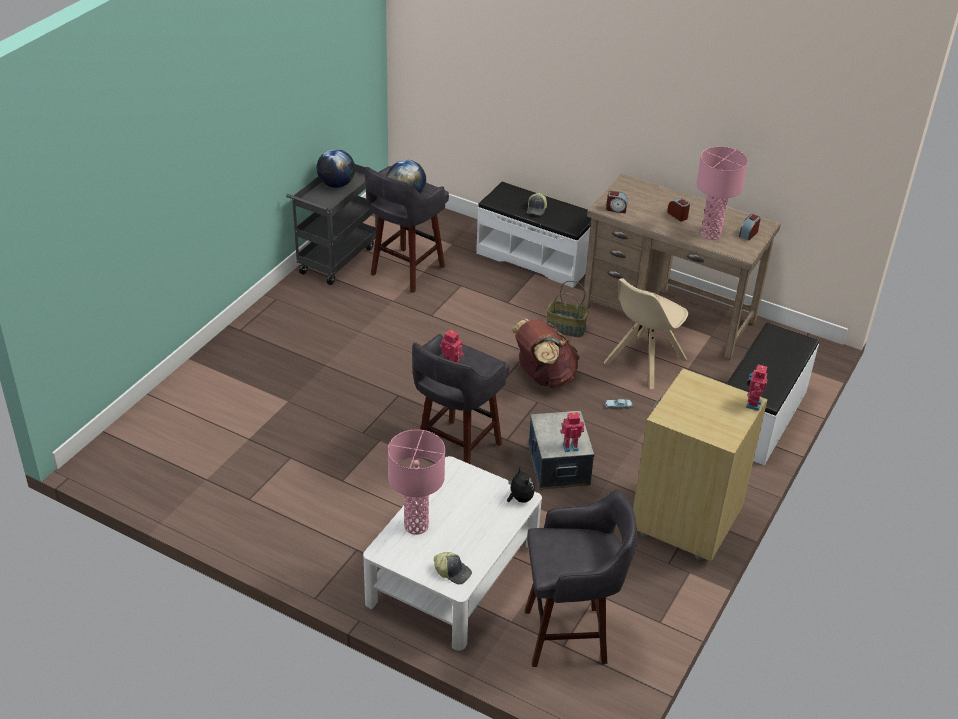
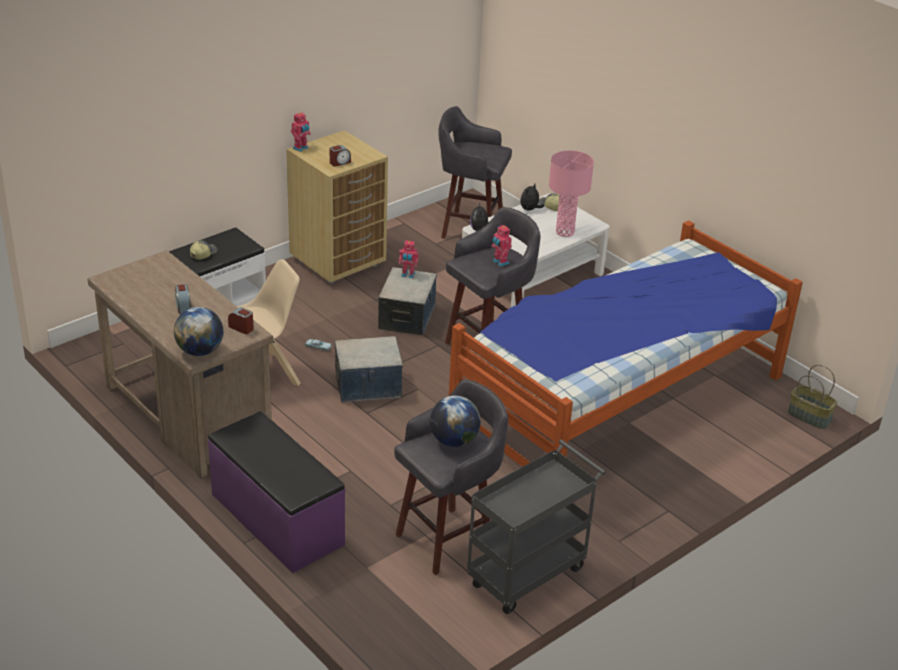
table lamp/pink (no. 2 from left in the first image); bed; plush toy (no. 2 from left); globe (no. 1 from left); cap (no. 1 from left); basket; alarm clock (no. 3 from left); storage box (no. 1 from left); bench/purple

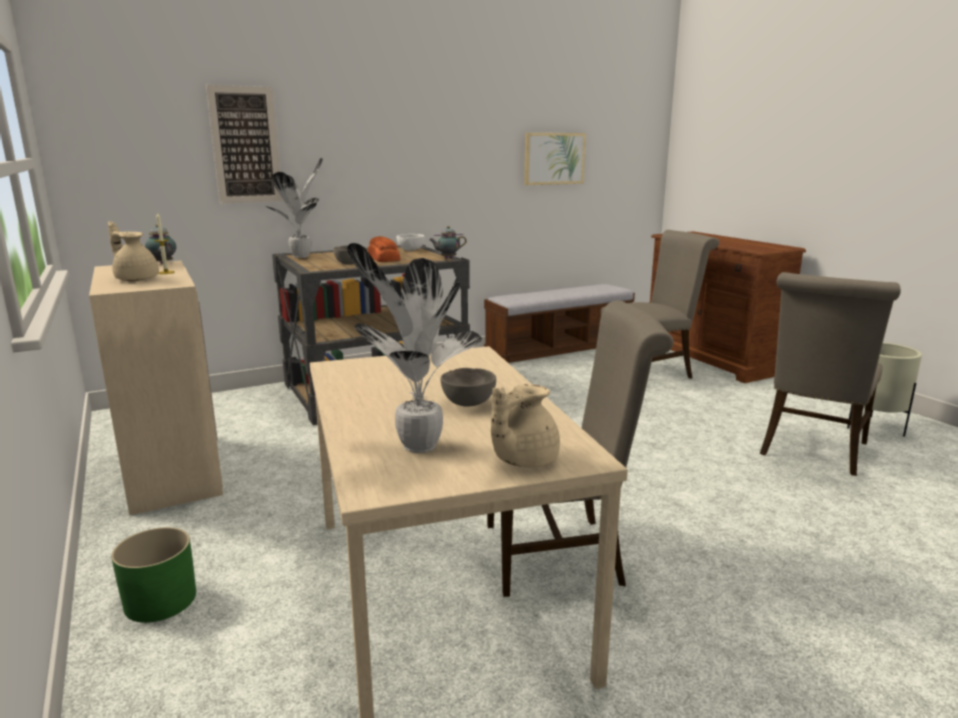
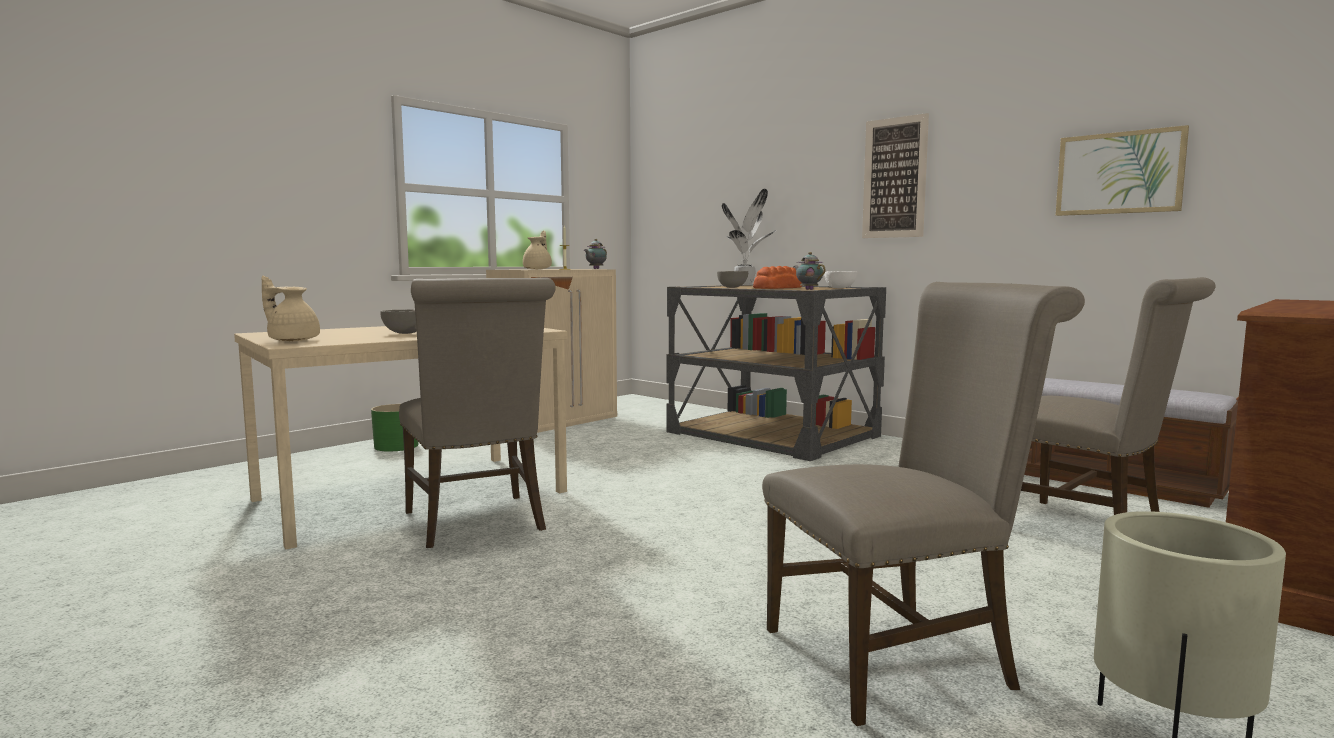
potted plant (no. 2 from left in the first image); picture (no. 1 from left); chair/beige (no. 2 from left)

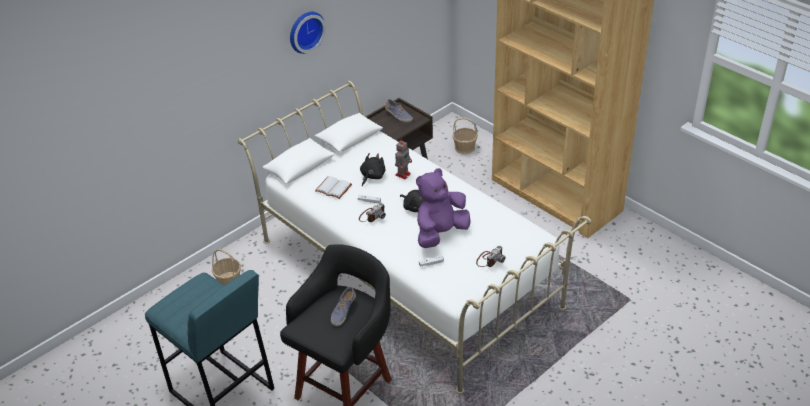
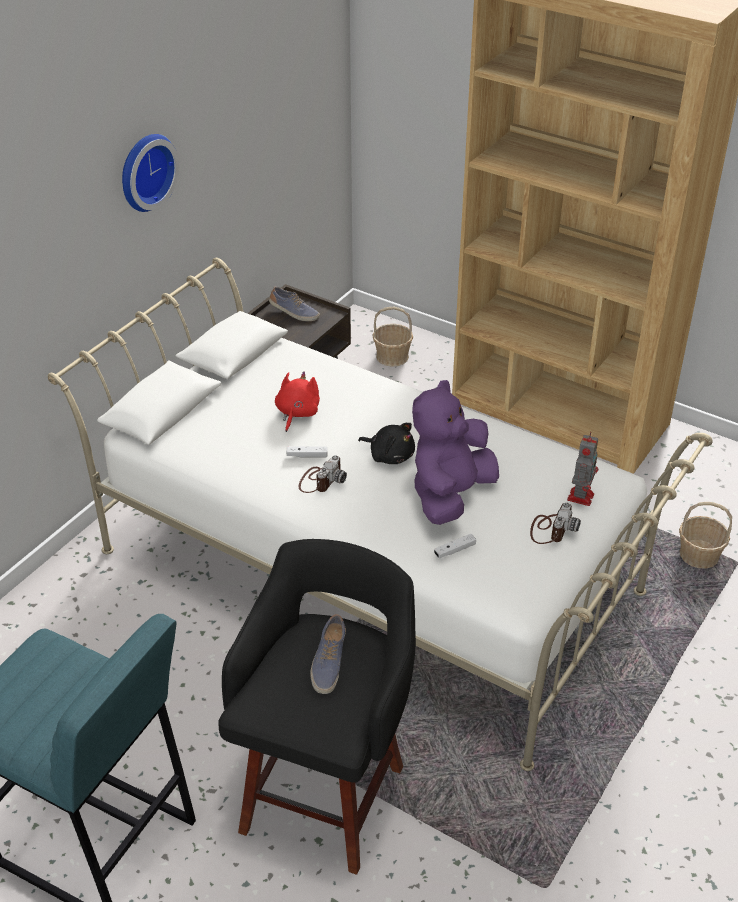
book/white; basket (no. 2 from left); toy robot; plush toy/red

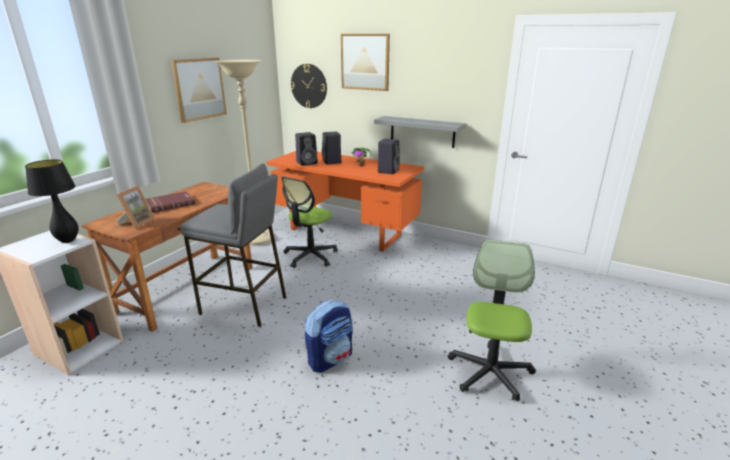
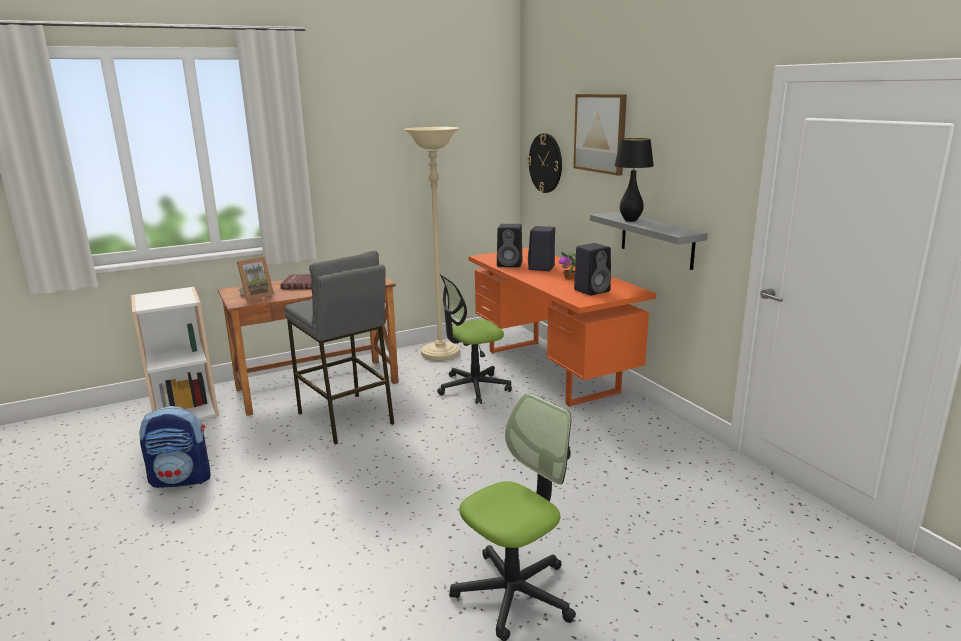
picture (no. 1 from left in the first image); table lamp/black; backpack

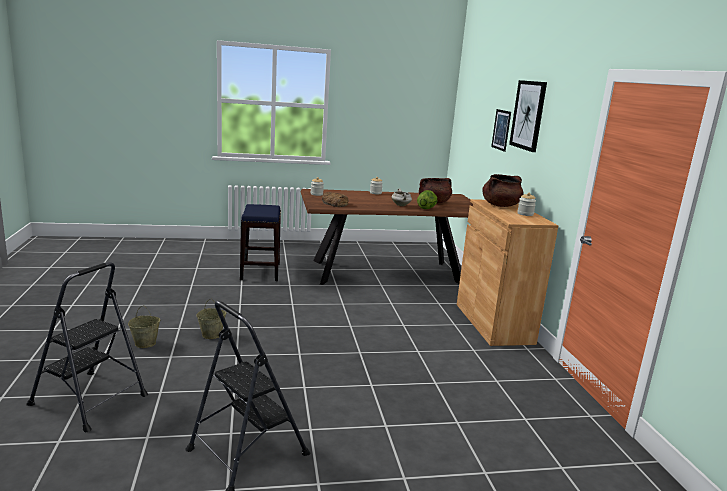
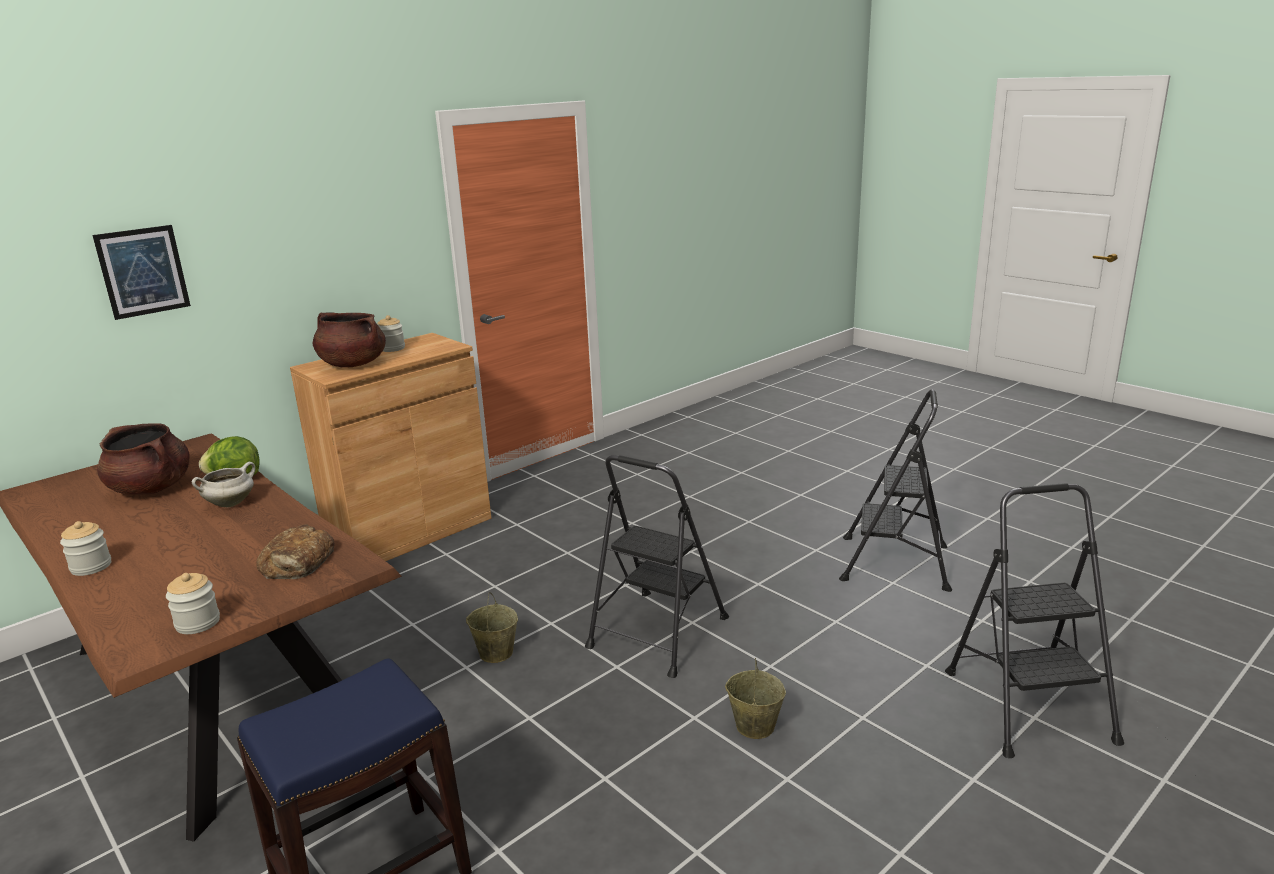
picture (no. 2 from left in the first image); step ladder/black (no. 1 from left); bucket/beige (no. 1 from left)

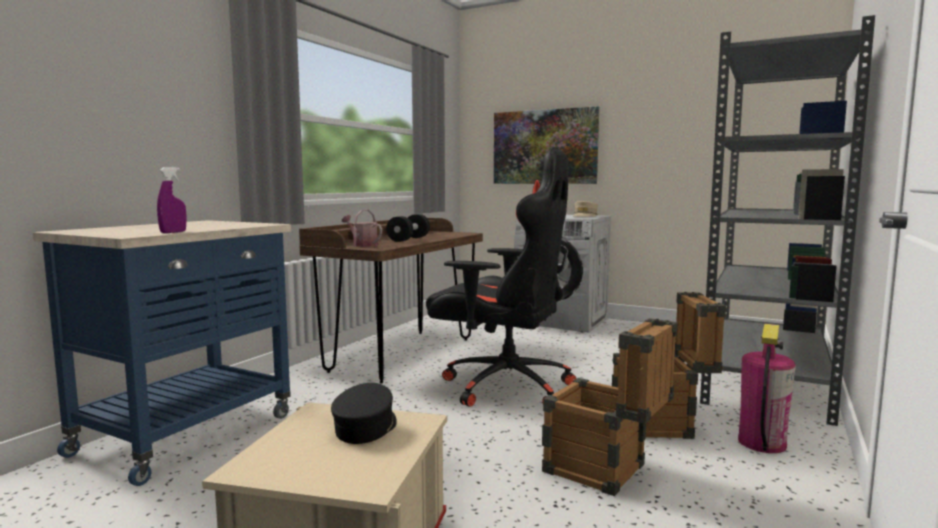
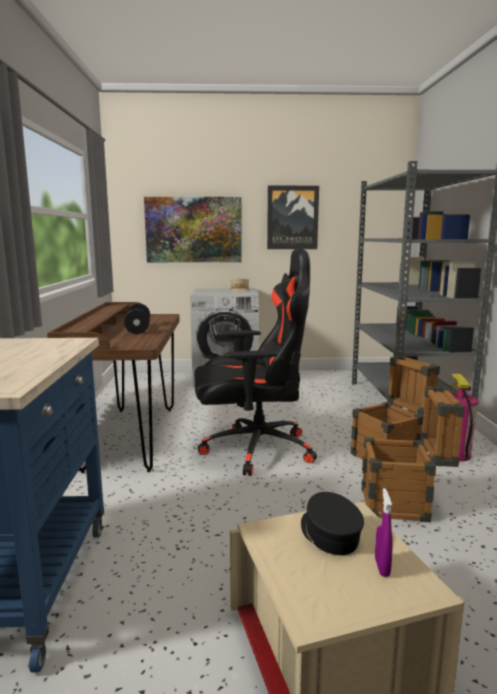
watering can; picture (no. 2 from left); spray bottle/purple

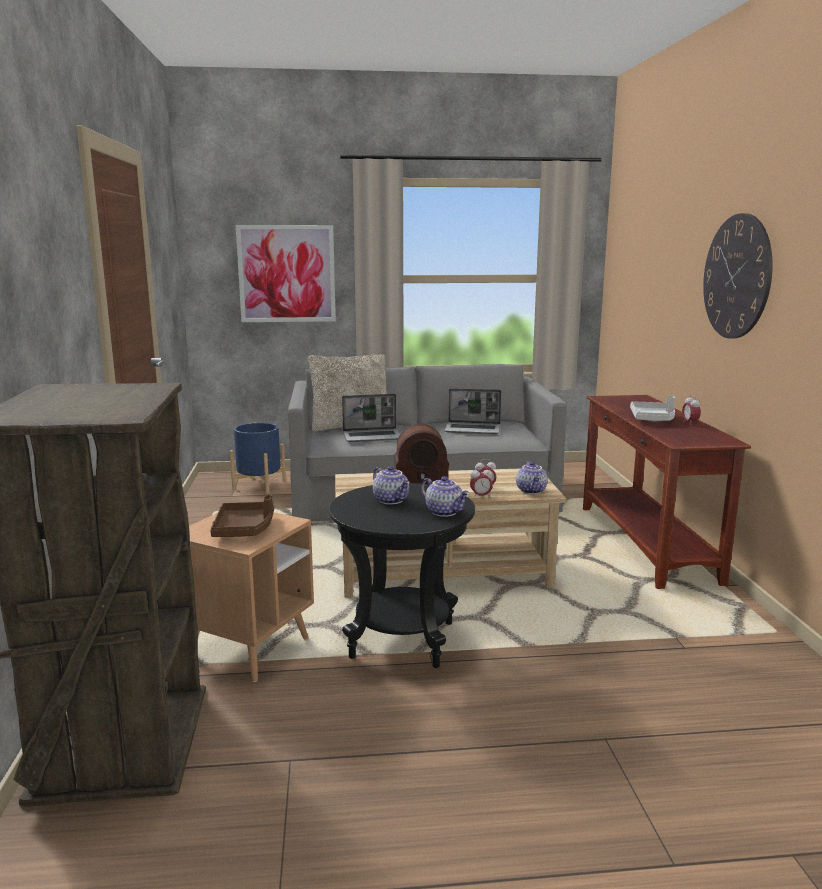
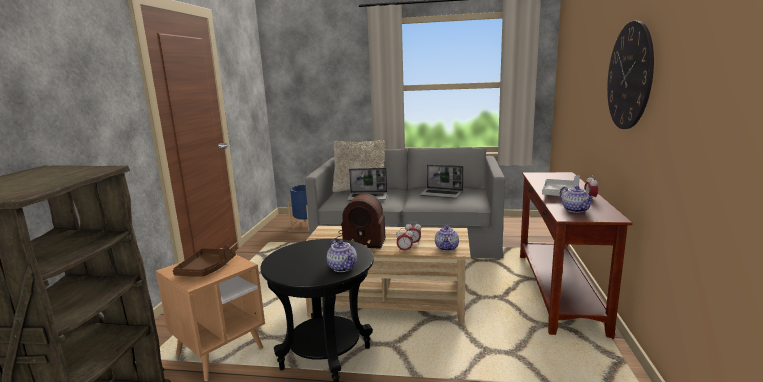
picture; teapot (no. 3 from left)

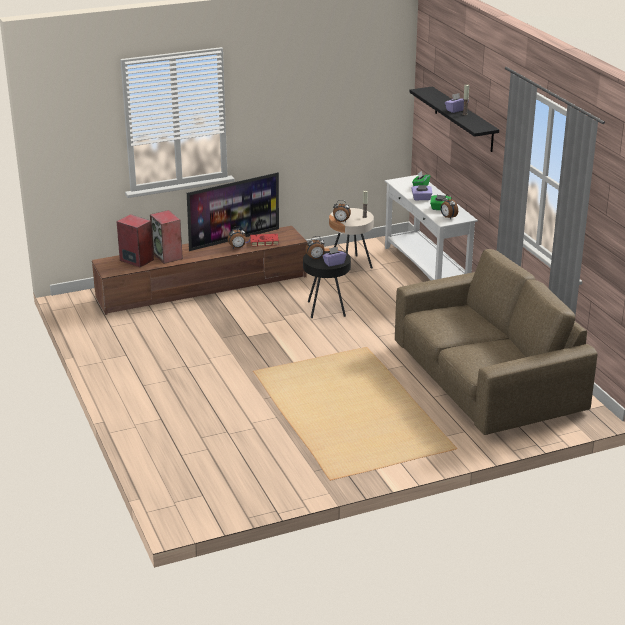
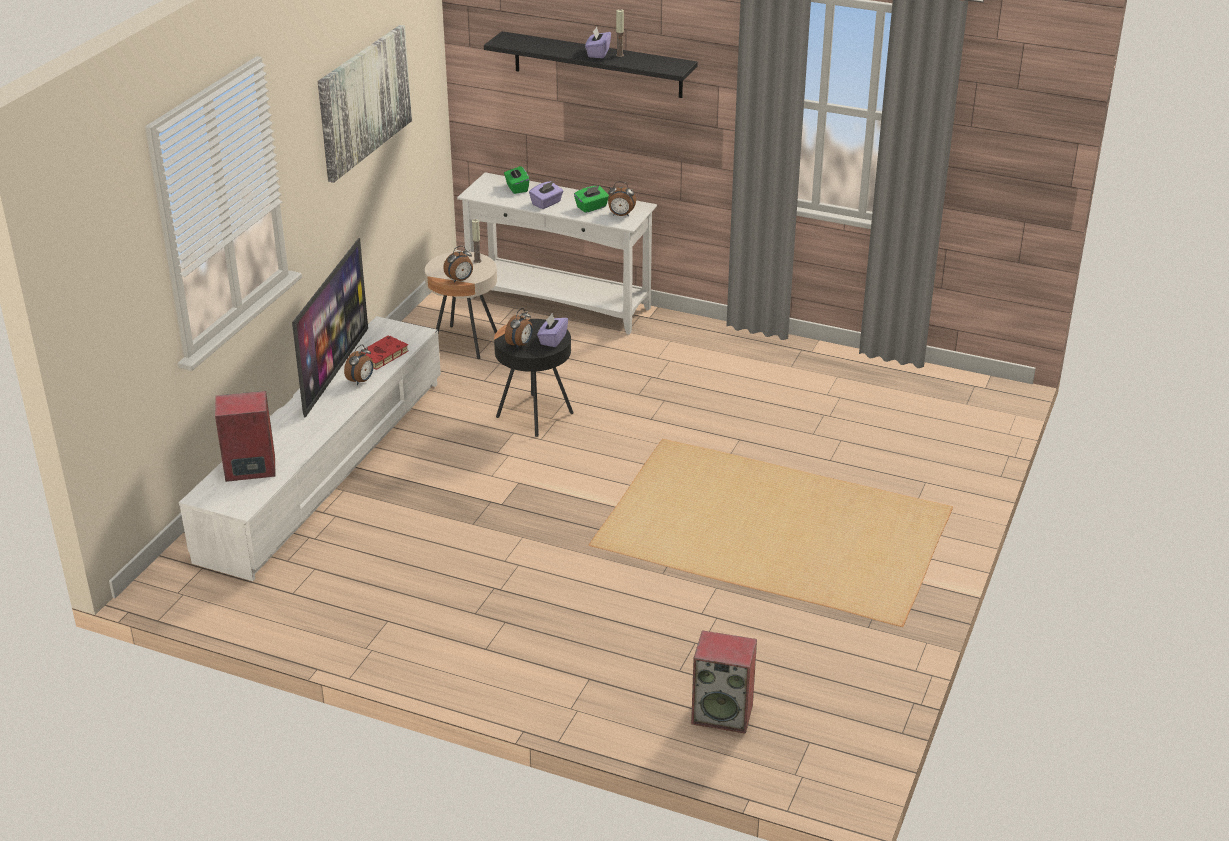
sofa/brown; picture; speaker (no. 2 from left); tv stand/white

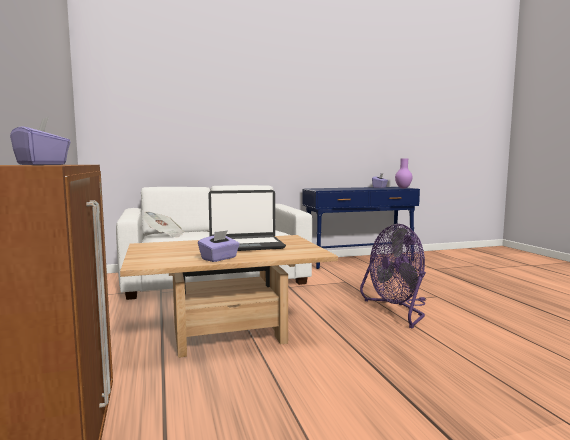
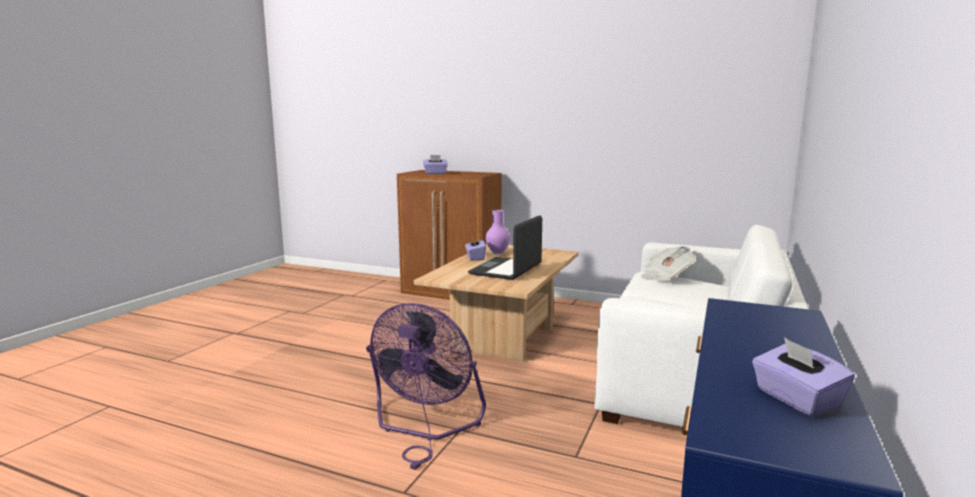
vase/purple

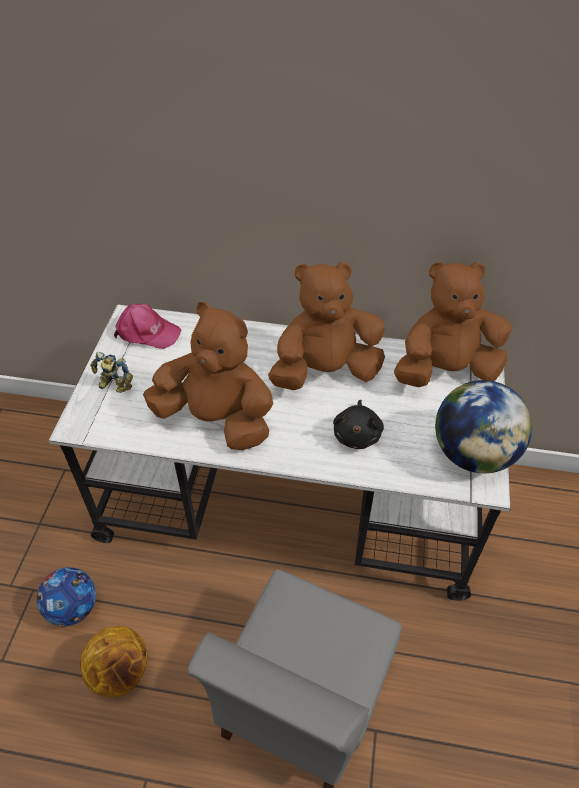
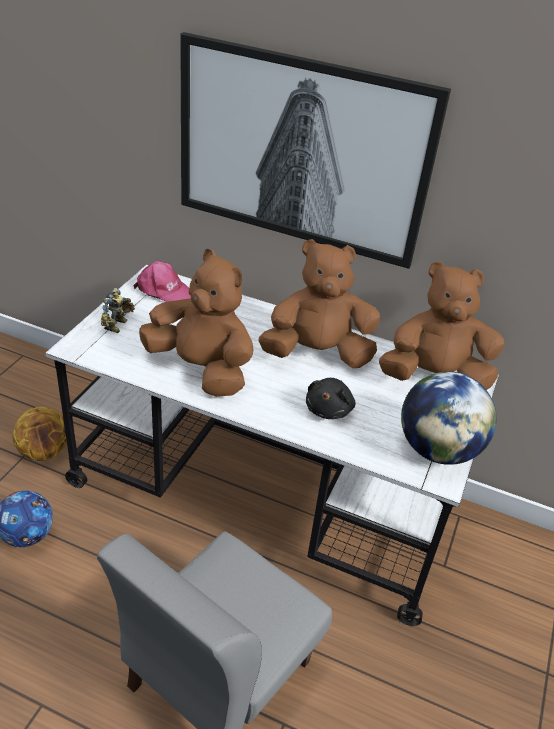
picture; basketball; toy robot

